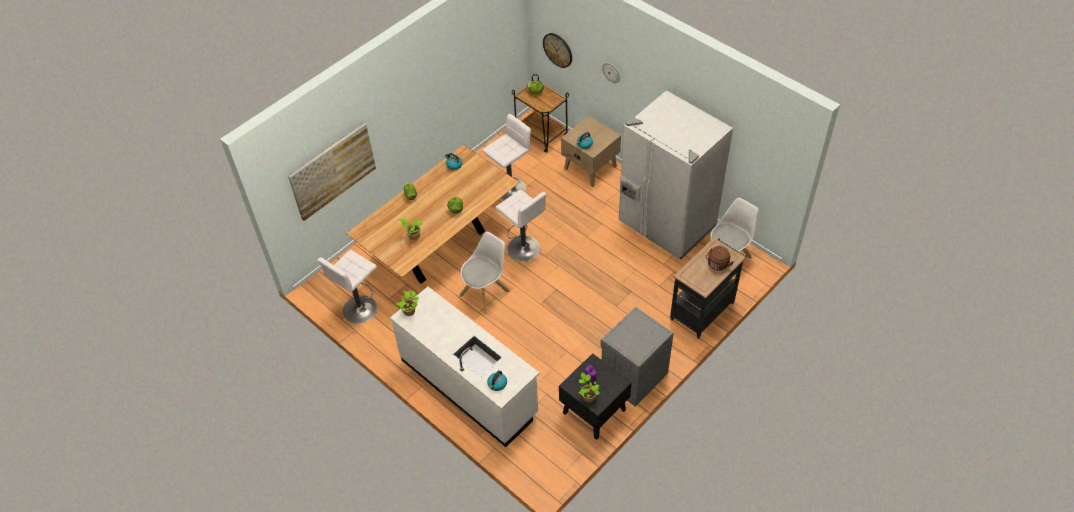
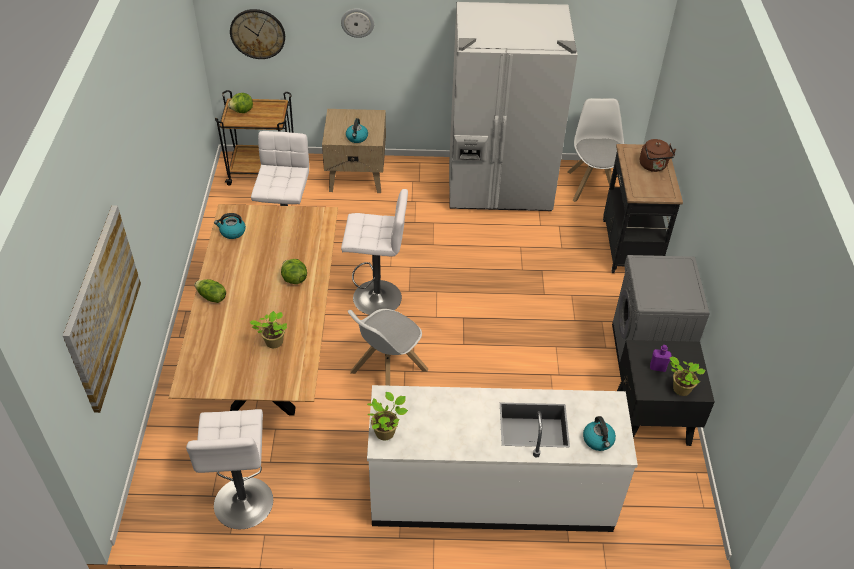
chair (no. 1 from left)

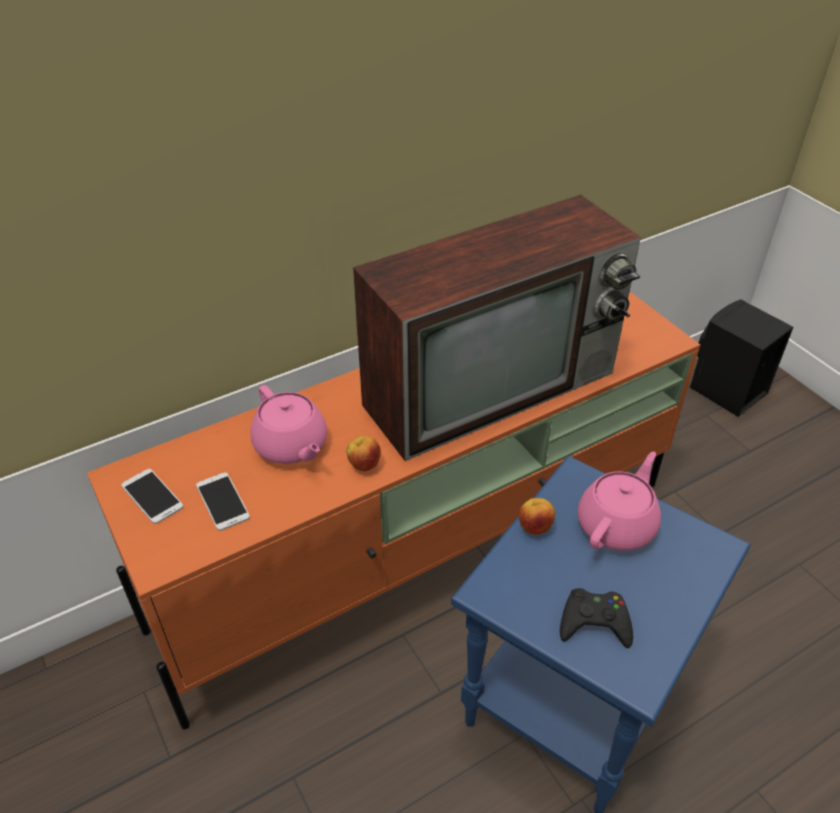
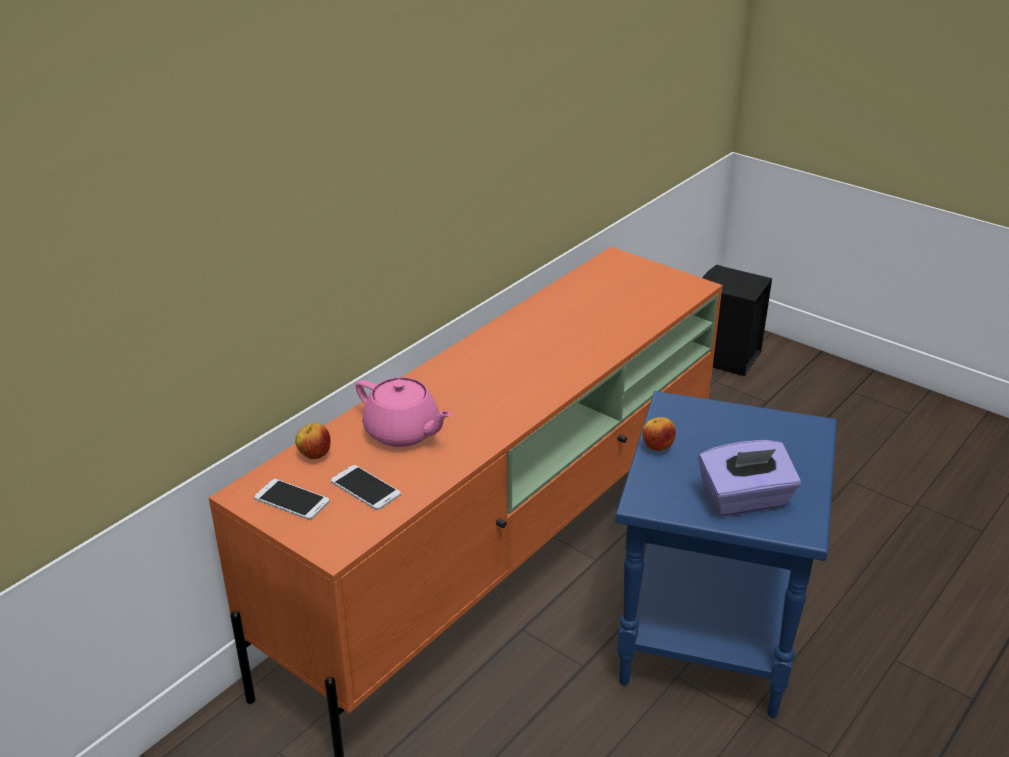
television; teapot/pink (no. 2 from left in the first image); apple (no. 1 from left); tissue box/purple

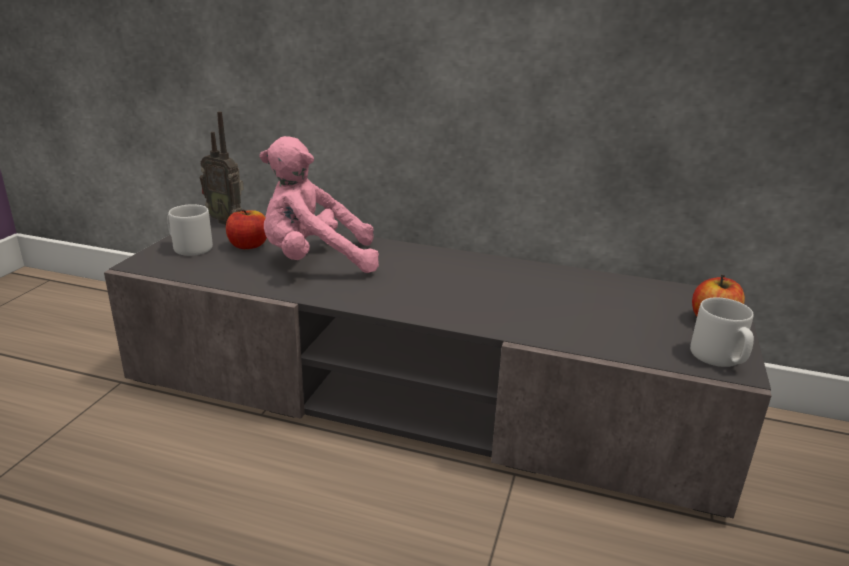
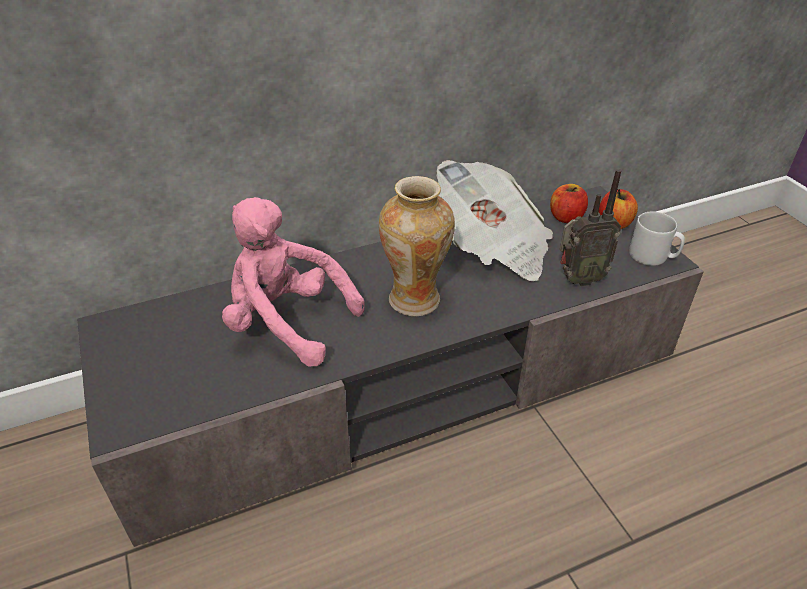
mug/grey (no. 1 from left in the first image); vase; newspaper; radio; apple (no. 1 from left); plush toy/pink

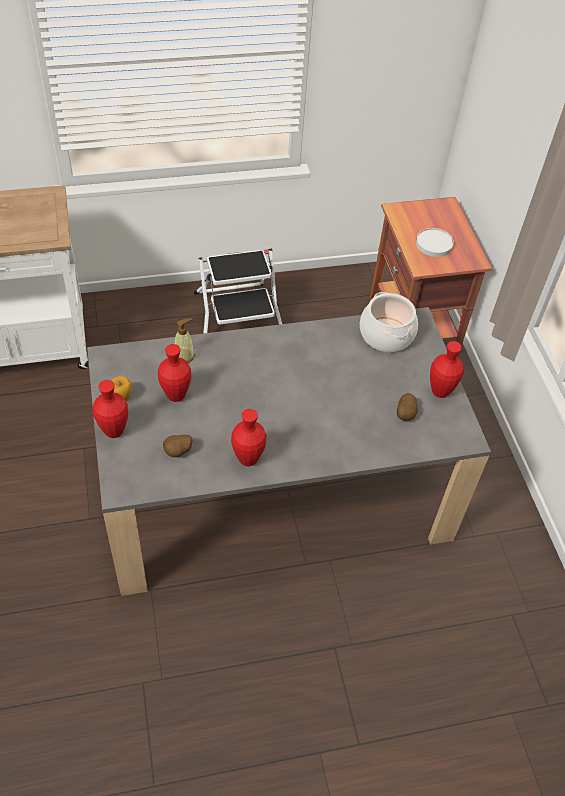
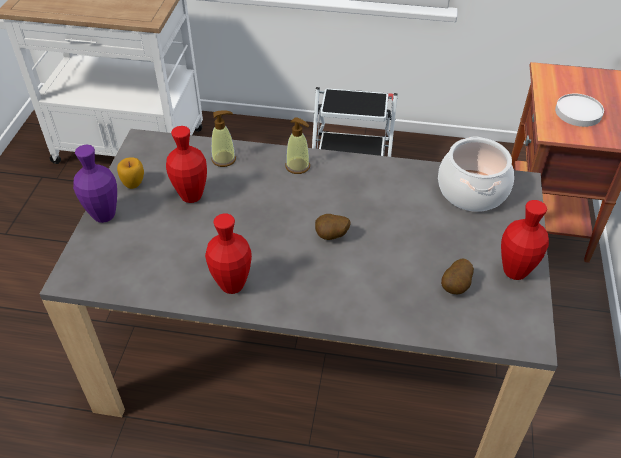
soap dispenser (no. 2 from left); potato (no. 1 from left); vase/purple

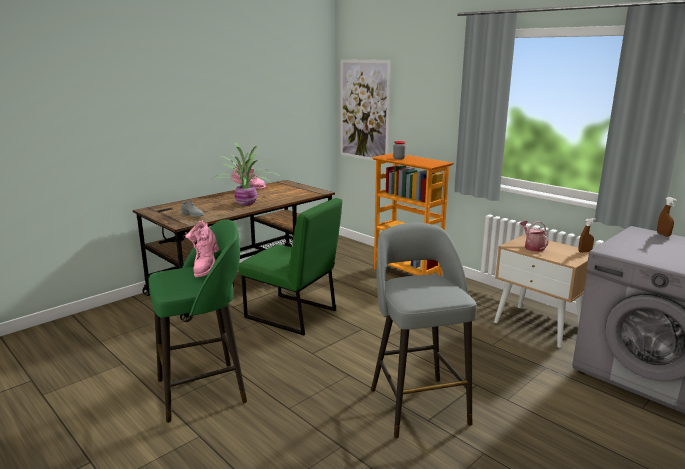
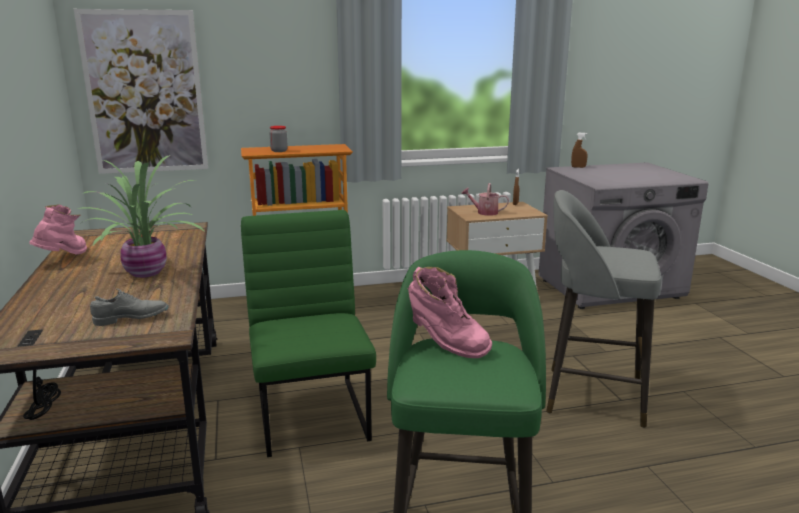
chair/green

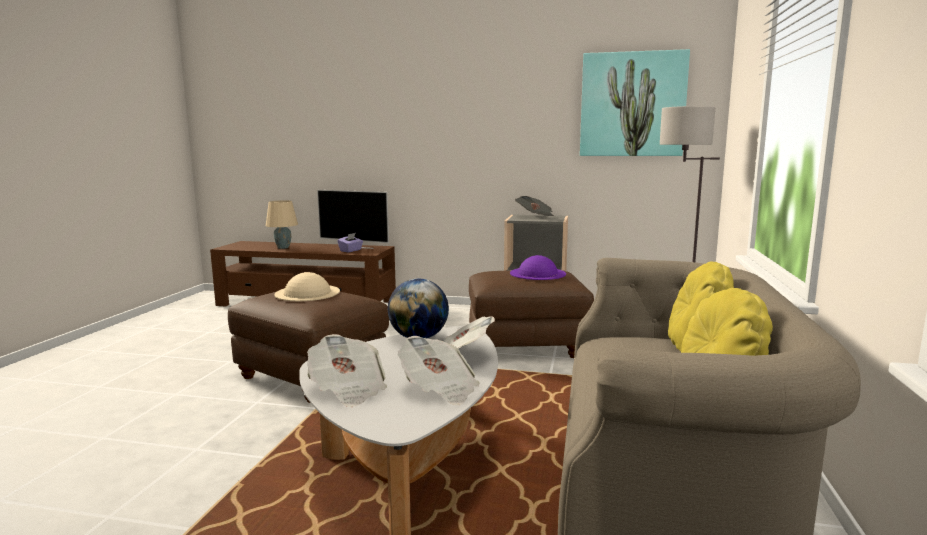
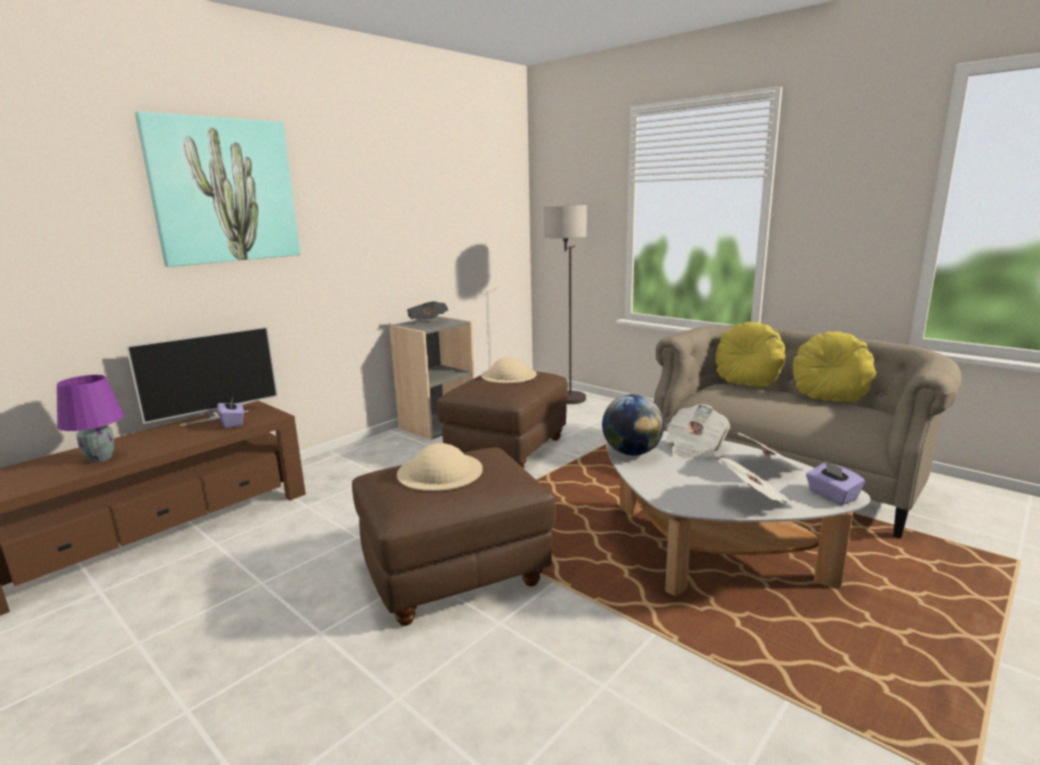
tissue box/purple (no. 2 from left); picture; table lamp/purple; hat/beige (no. 2 from left)

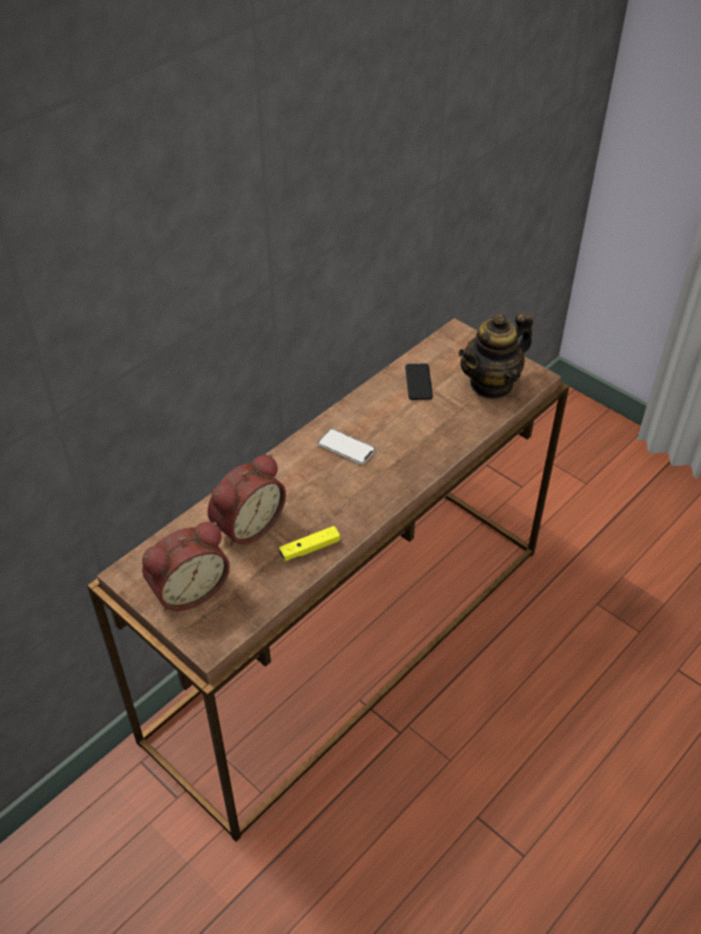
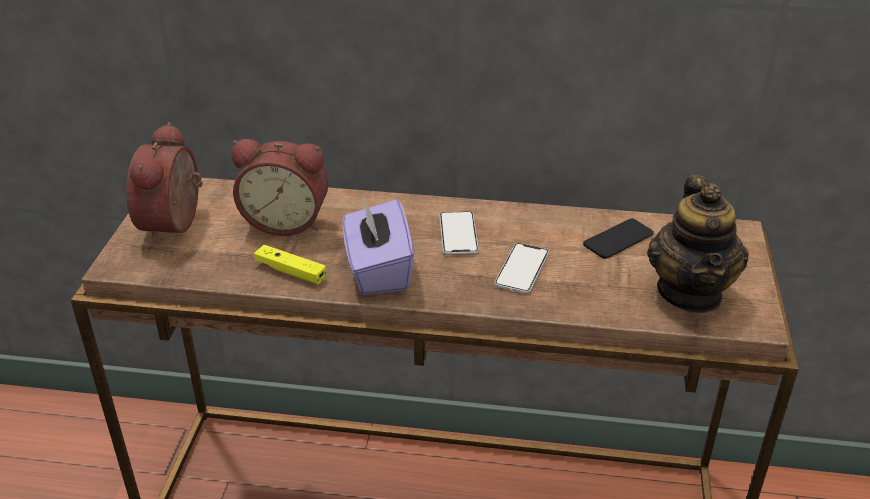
tissue box/purple; phone (no. 2 from left); alarm clock (no. 1 from left); teapot

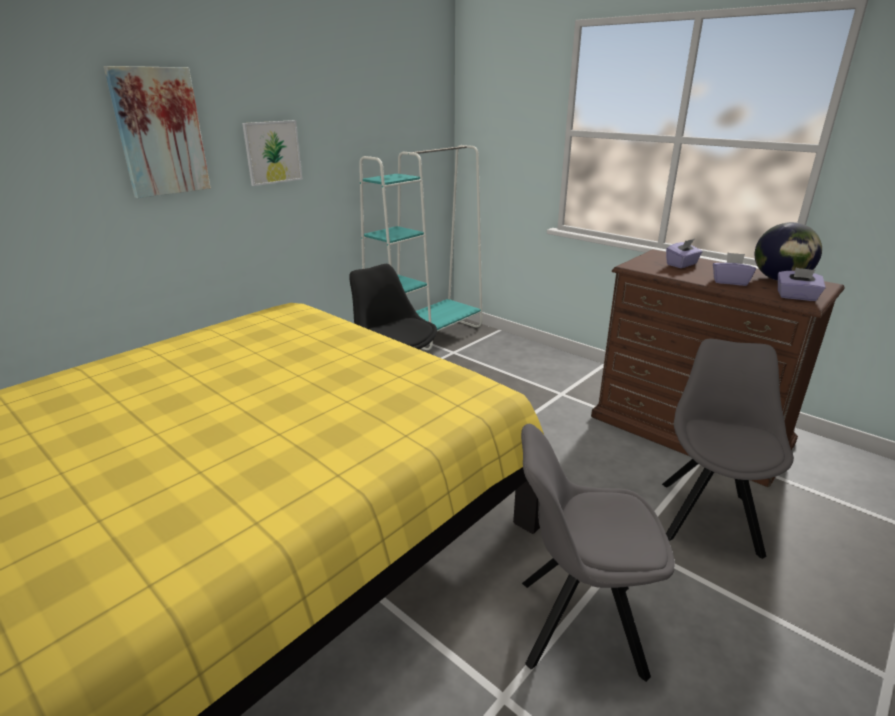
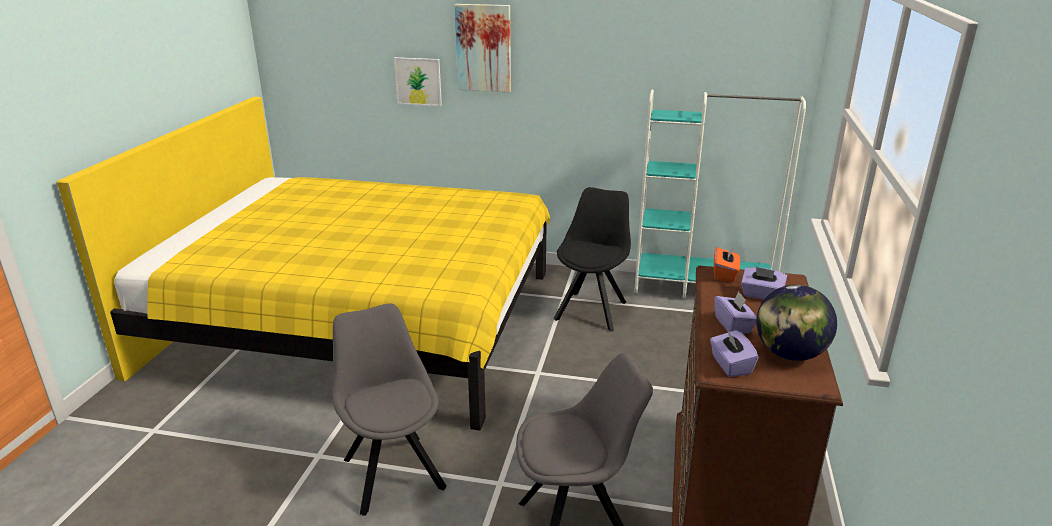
tissue box/orange; picture (no. 1 from left)

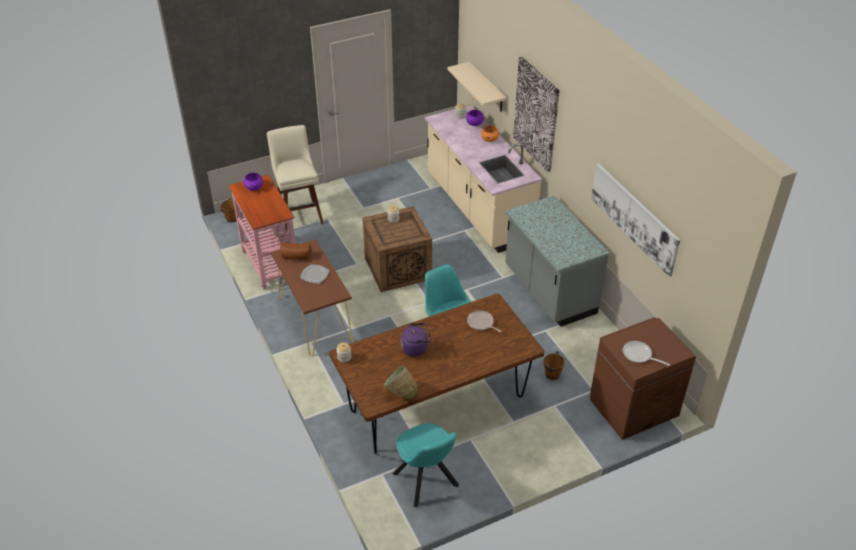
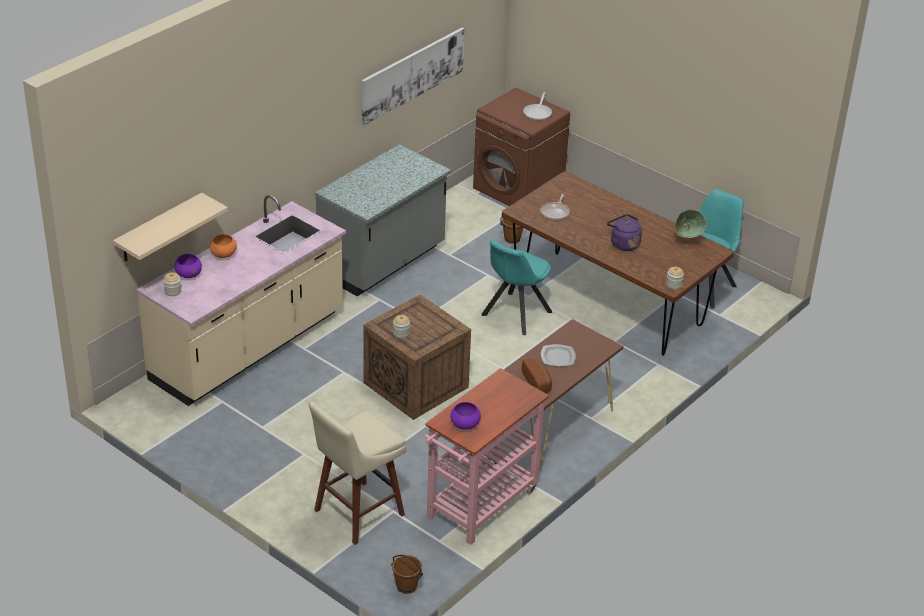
picture (no. 1 from left in the first image)

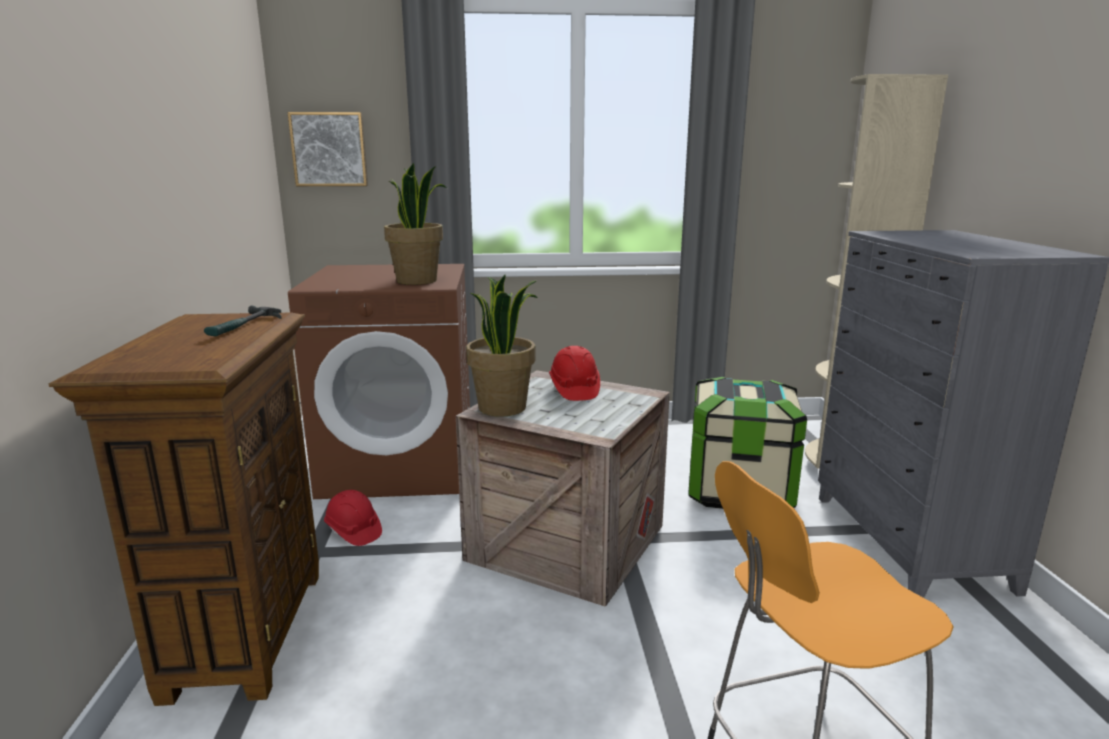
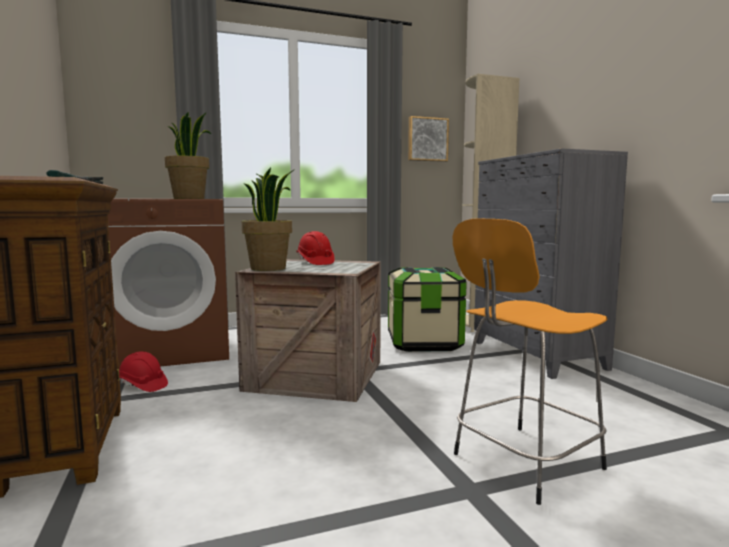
picture

